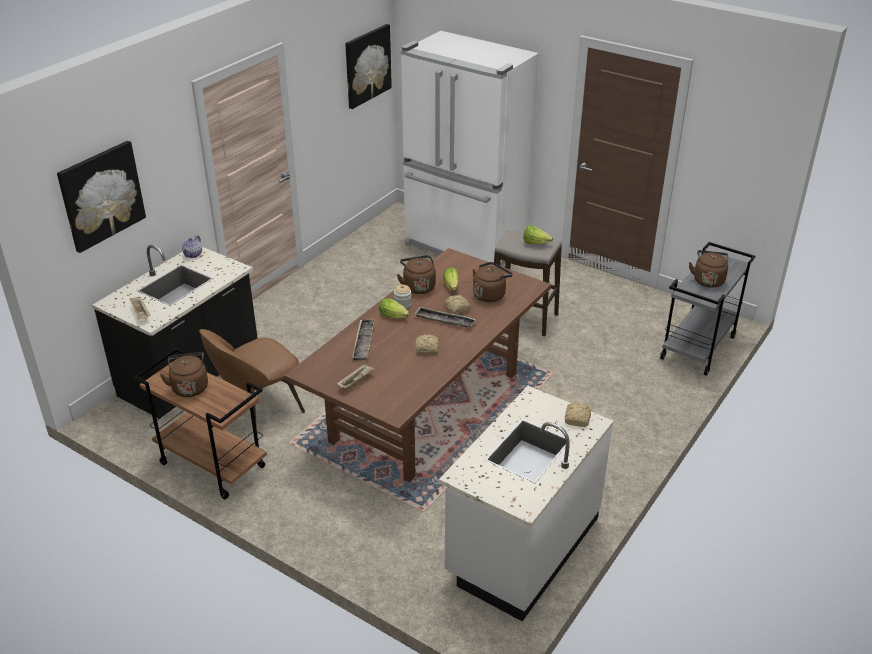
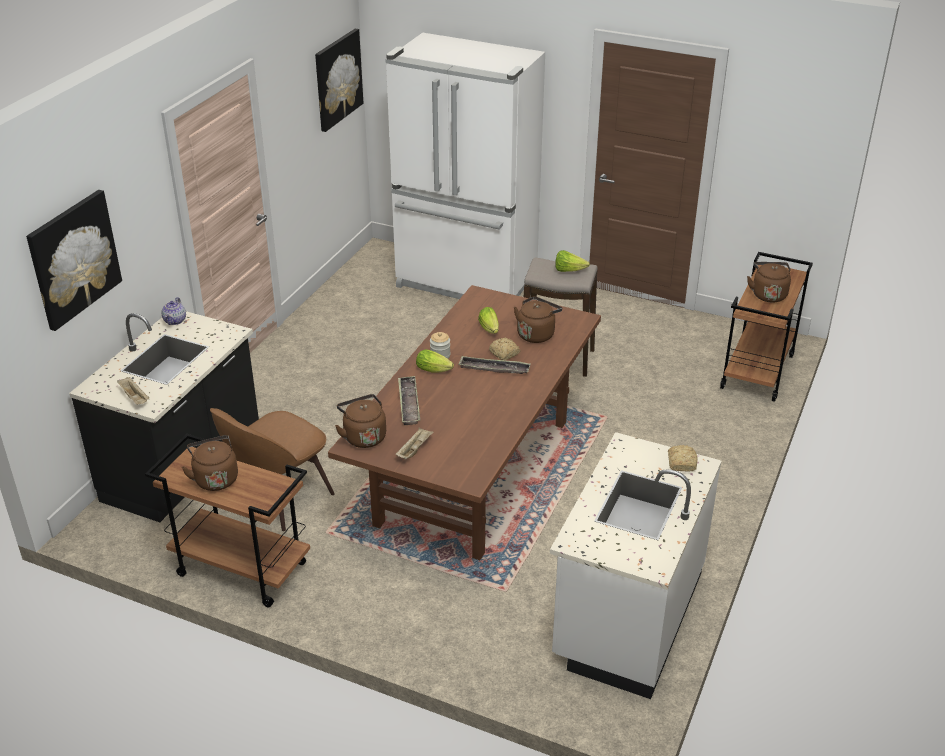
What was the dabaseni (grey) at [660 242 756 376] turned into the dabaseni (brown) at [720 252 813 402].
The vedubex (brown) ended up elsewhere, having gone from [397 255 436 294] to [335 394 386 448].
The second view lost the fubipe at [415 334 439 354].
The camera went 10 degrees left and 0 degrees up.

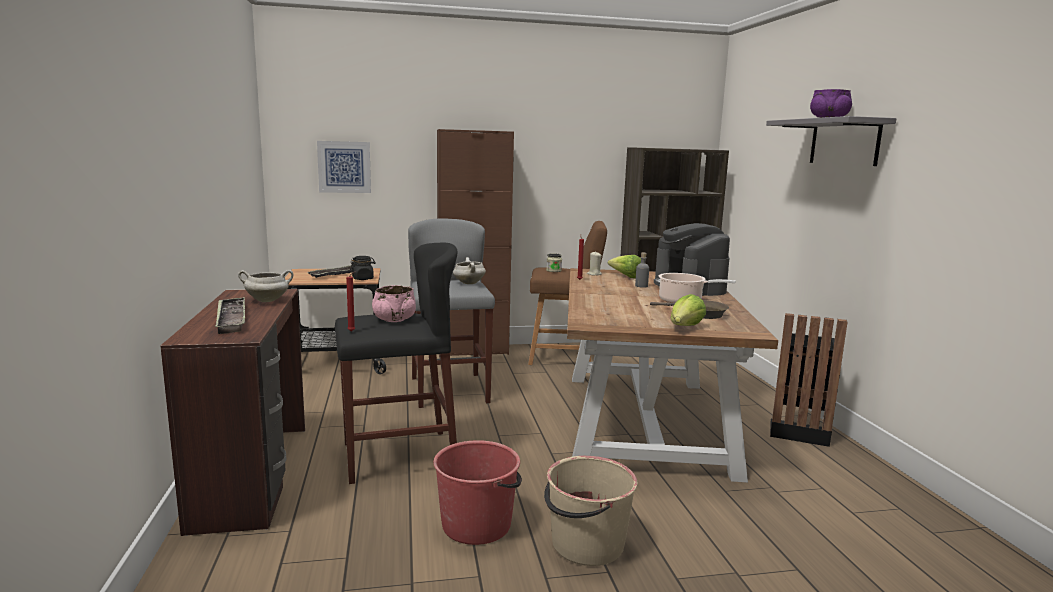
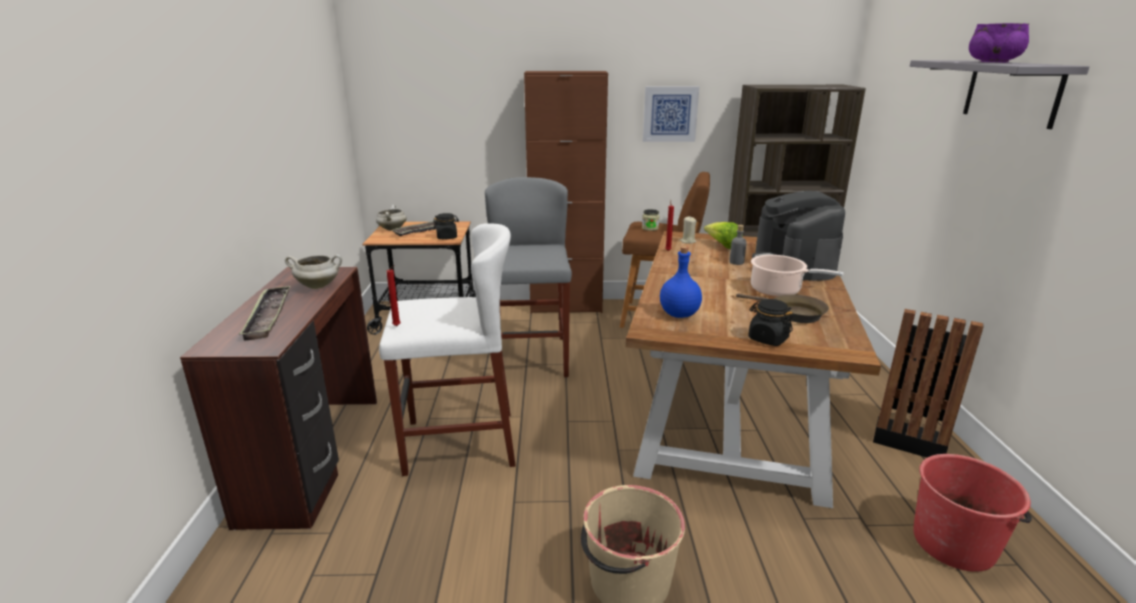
The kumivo ended up elsewhere, having gone from [317 141 371 193] to [643 86 699 142].
What was the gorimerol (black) at [335 242 458 484] turned into the gorimerol (white) at [379 223 516 476].
The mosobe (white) ended up elsewhere, having gone from [453 257 486 284] to [376 205 407 231].
The second view lost the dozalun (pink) at [372 285 416 322].
Where the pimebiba stood at [671 294 706 326], the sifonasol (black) came to stand at [748 299 793 346].
The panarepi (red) ended up elsewhere, having gone from [433 440 522 545] to [913 454 1032 572].
The second view gained the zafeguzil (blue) at [660 246 702 318].
The camera went 10 degrees right and 10 degrees up.

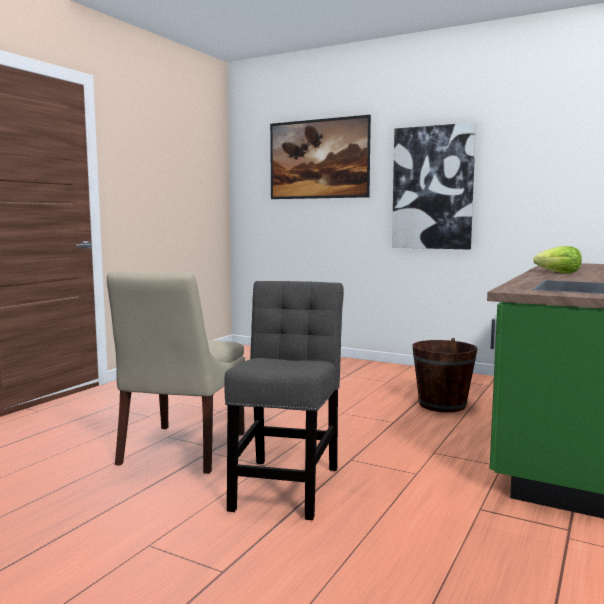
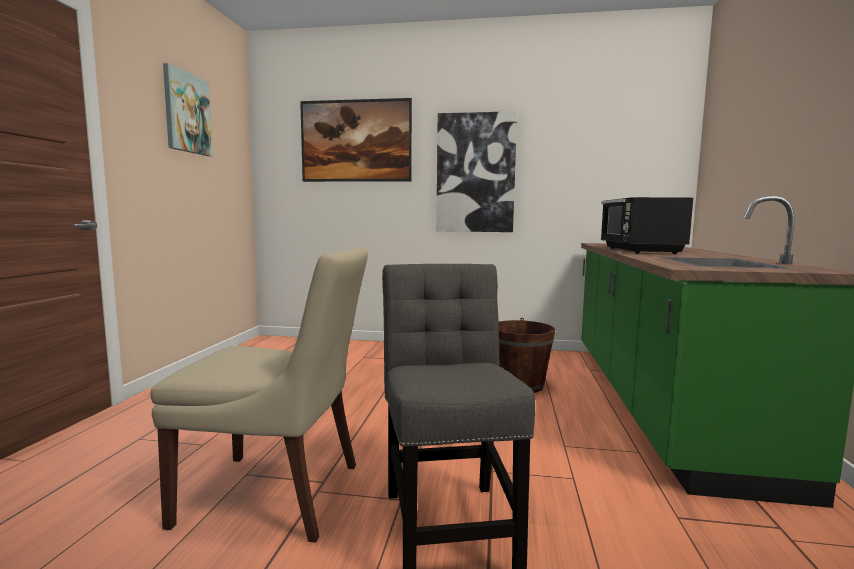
Where the pimebiba stood at [533 246 582 273], the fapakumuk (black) came to stand at [600 197 693 254].
The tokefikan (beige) at [107 271 245 474] ended up facing another way, 75 degrees counterclockwise from before.
The second view gained the kumivo at [163 63 213 156].
The camera went 20 degrees left and 0 degrees up.

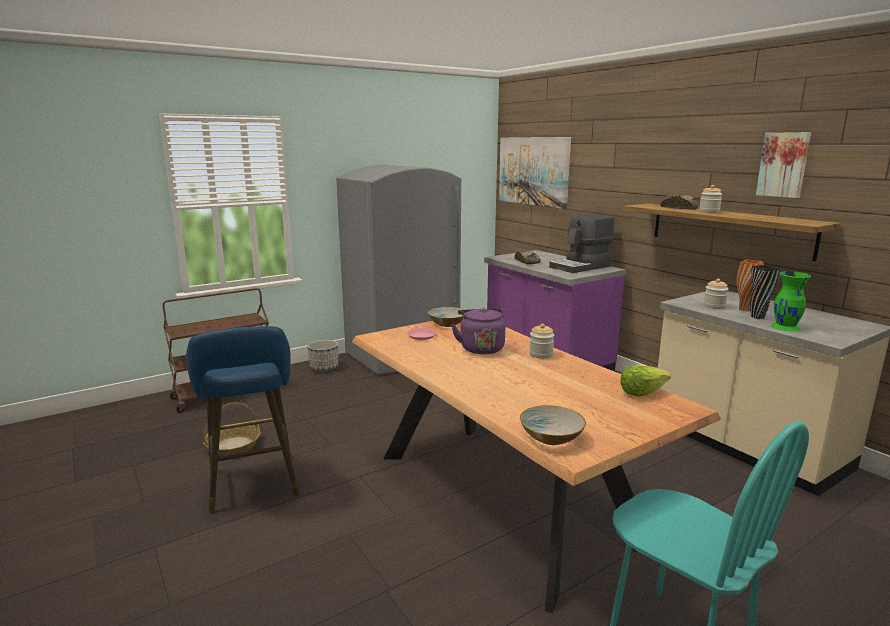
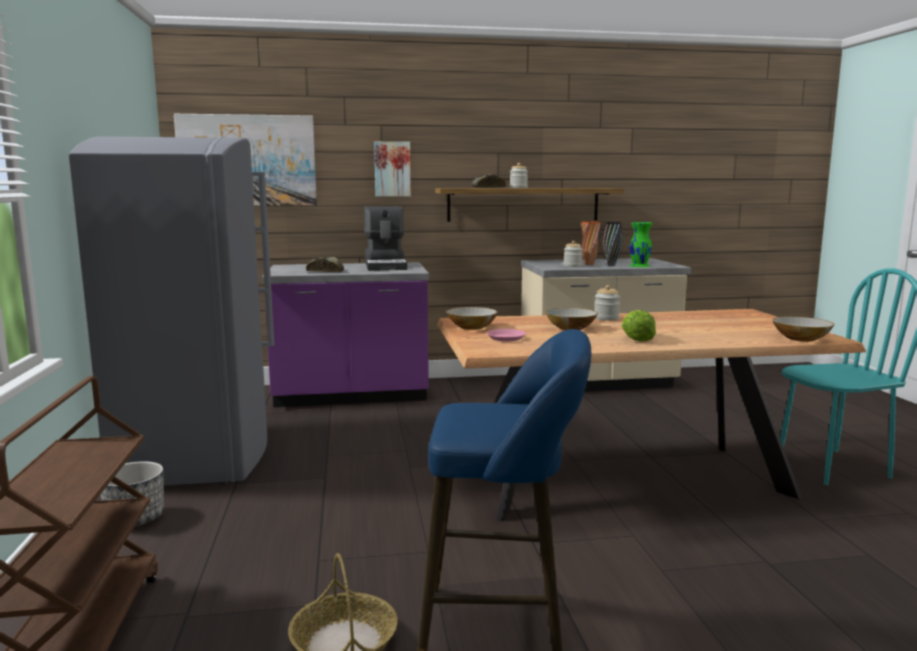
The kumivo ended up elsewhere, having gone from [756 132 811 198] to [374 142 411 197].
Where the vedubex (purple) stood at [452 308 506 354], the dozalun came to stand at [545 308 598 330].
The pimebiba ended up elsewhere, having gone from [620 365 671 397] to [622 310 656 342].
The camera went 65 degrees left and 5 degrees down.

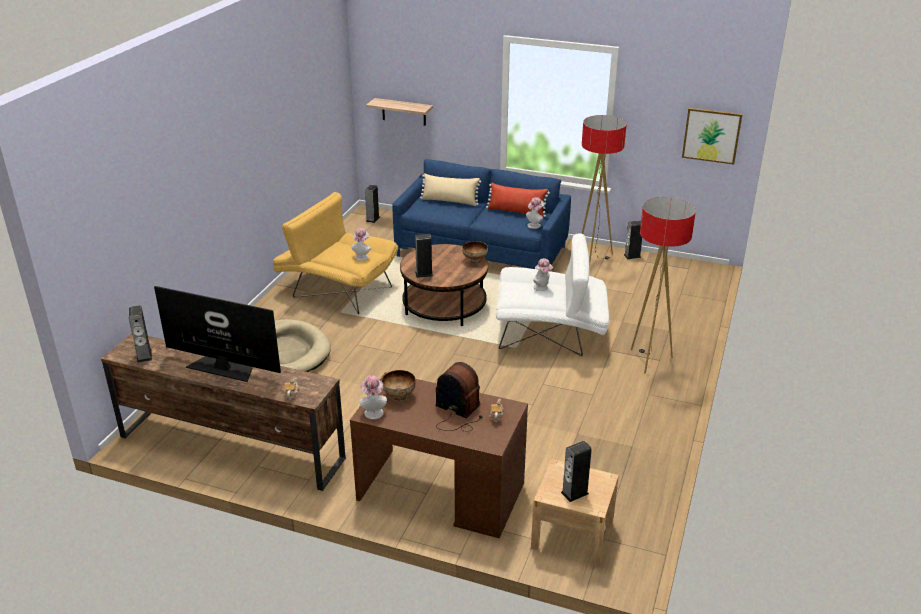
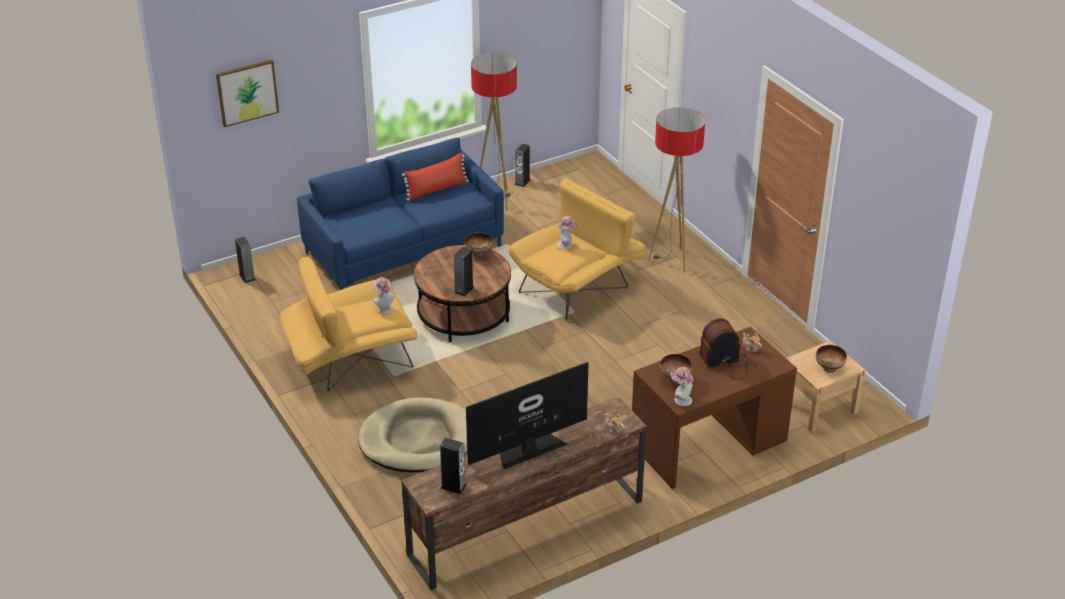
The second view lost the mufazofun at [366 98 433 126].
The kumivo ended up elsewhere, having gone from [682 108 743 164] to [216 60 279 127].
The second view lost the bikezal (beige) at [420 173 481 206].
The second view lost the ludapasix at [526 197 544 229].
What was the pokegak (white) at [496 233 609 356] turned into the pokegak (yellow) at [508 178 645 321].
Where the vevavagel stood at [561 441 592 502], the dozalun came to stand at [816 345 847 373].
The camera went 50 degrees left and 5 degrees up.

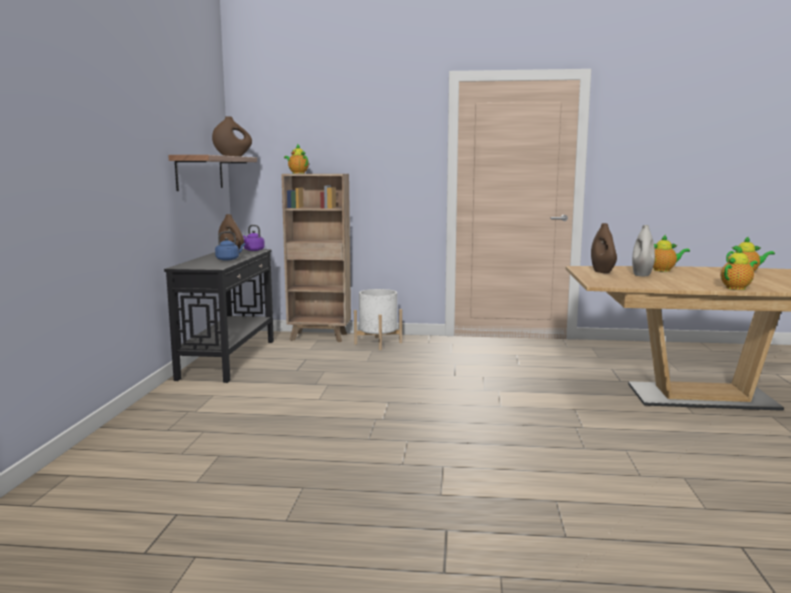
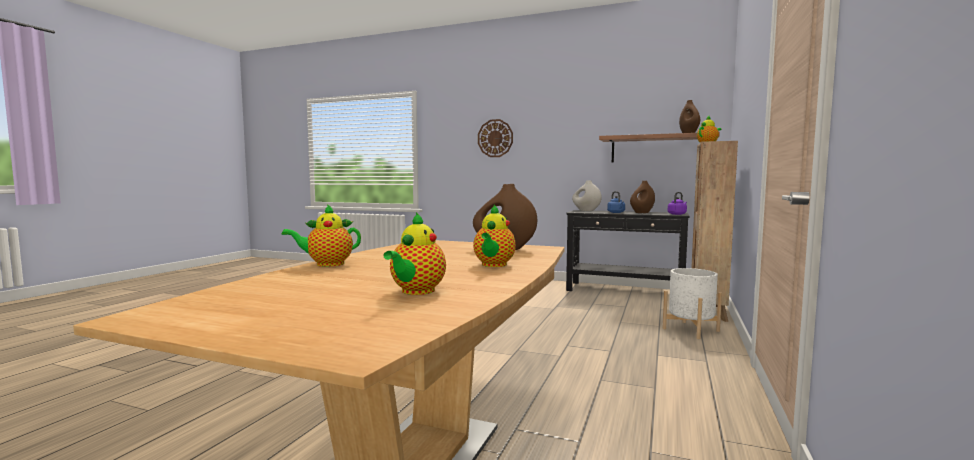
The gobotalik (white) ended up elsewhere, having gone from [632 225 655 276] to [572 180 602 211].
The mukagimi at [720 246 758 290] ended up facing another way, 90 degrees clockwise from before.
The second view gained the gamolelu at [478 119 513 157].
The camera went 105 degrees right and 5 degrees down.

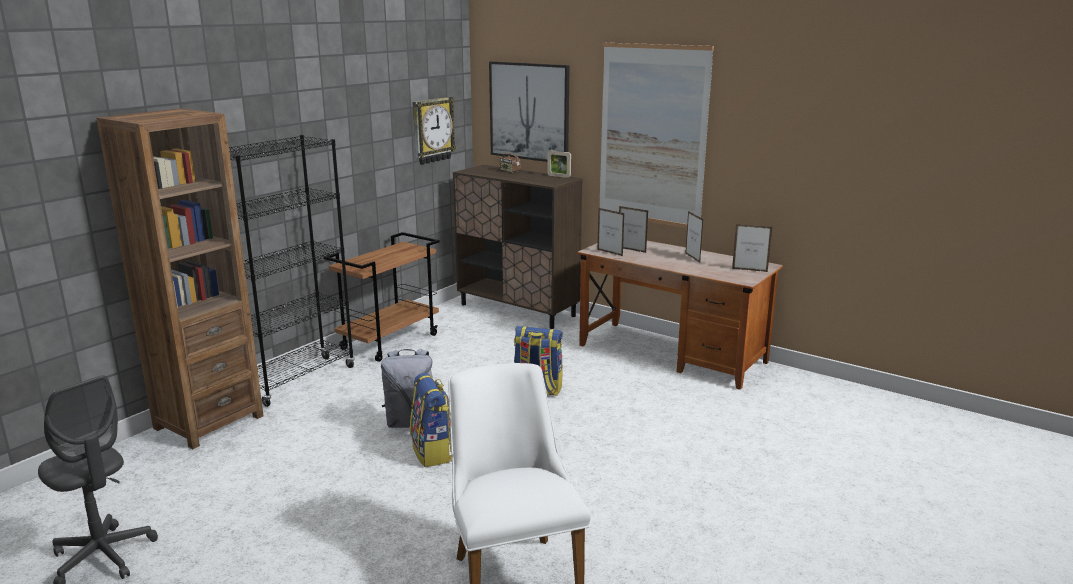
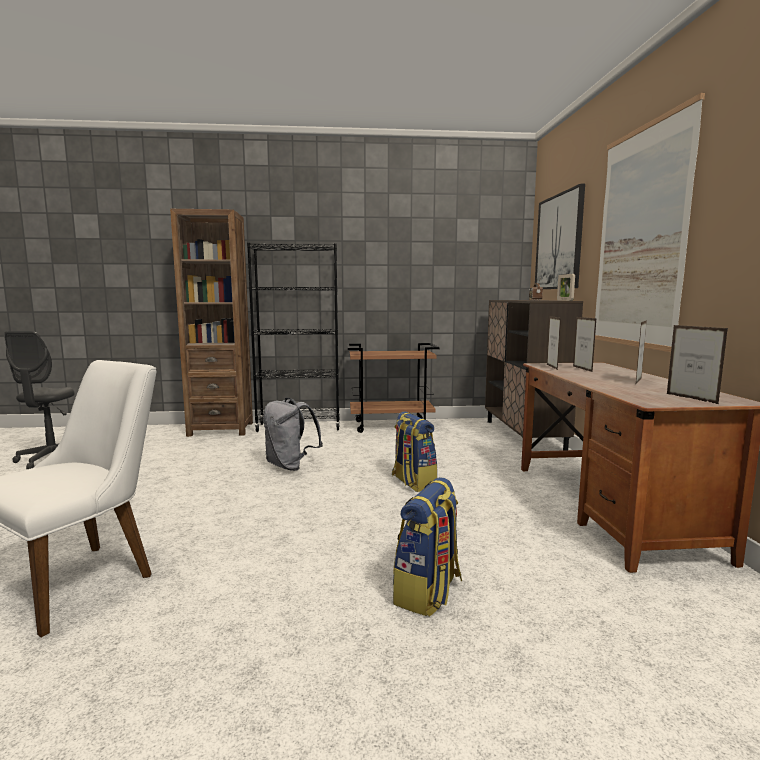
The second view lost the gamolelu at [412 97 456 165].
The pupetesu ended up elsewhere, having gone from [410 373 452 467] to [393 477 462 617].
The camera went 50 degrees right and 10 degrees down.

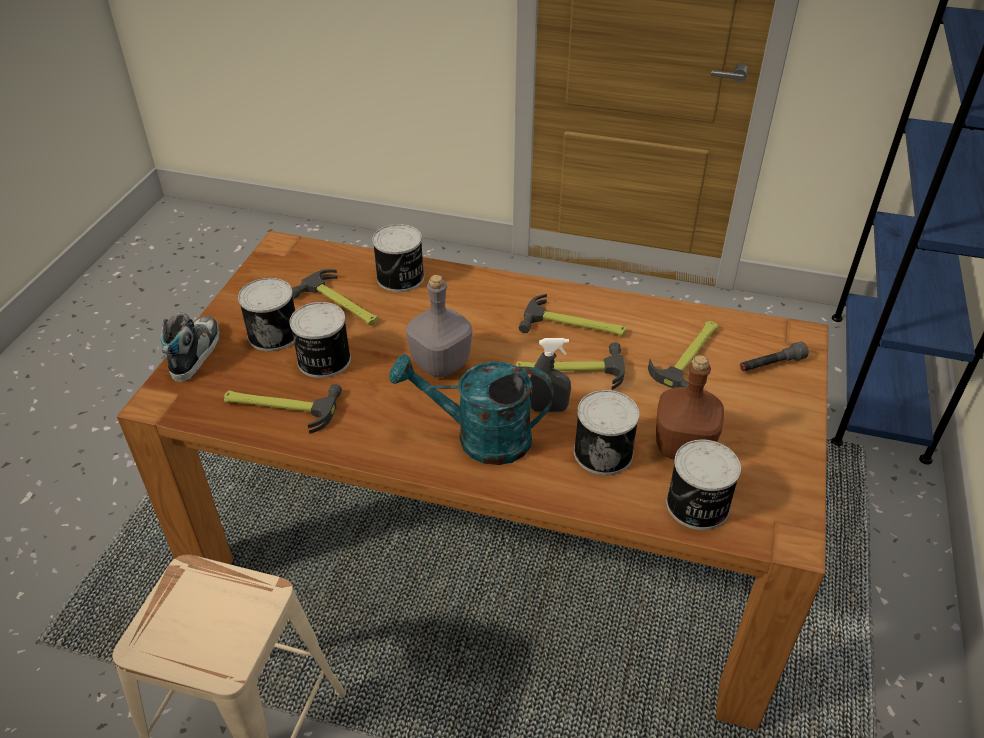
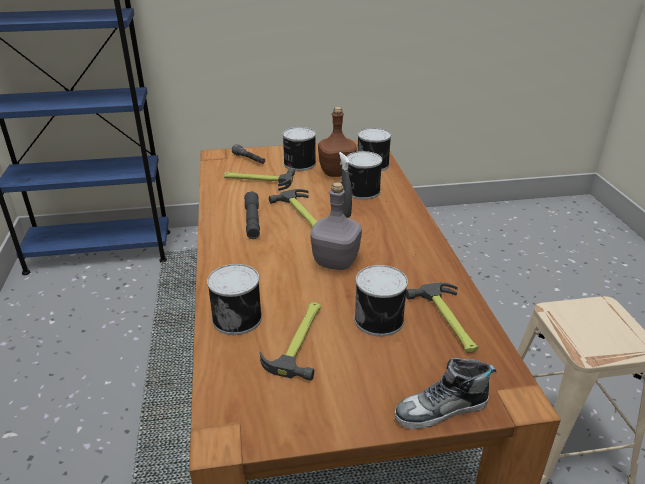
The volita ended up elsewhere, having gone from [238 278 295 351] to [283 127 316 171].
Where the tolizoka stood at [519 294 626 336], the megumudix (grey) came to stand at [244 191 260 239].
The second view lost the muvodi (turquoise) at [389 354 553 465].
The camera went 115 degrees left and 10 degrees down.

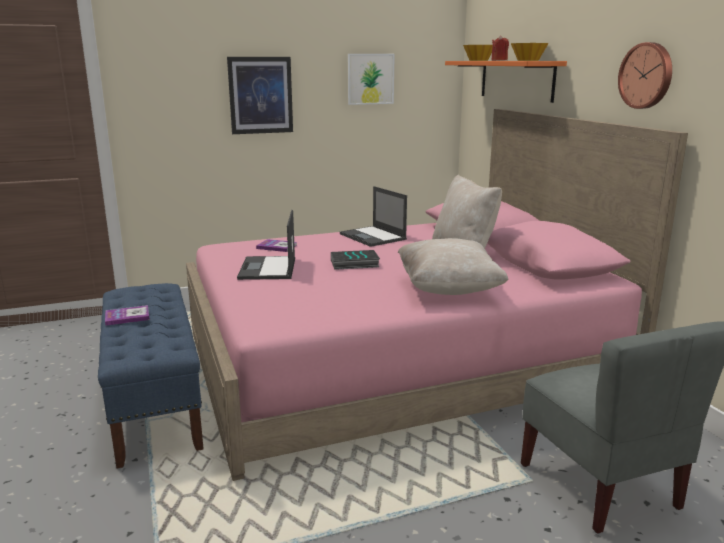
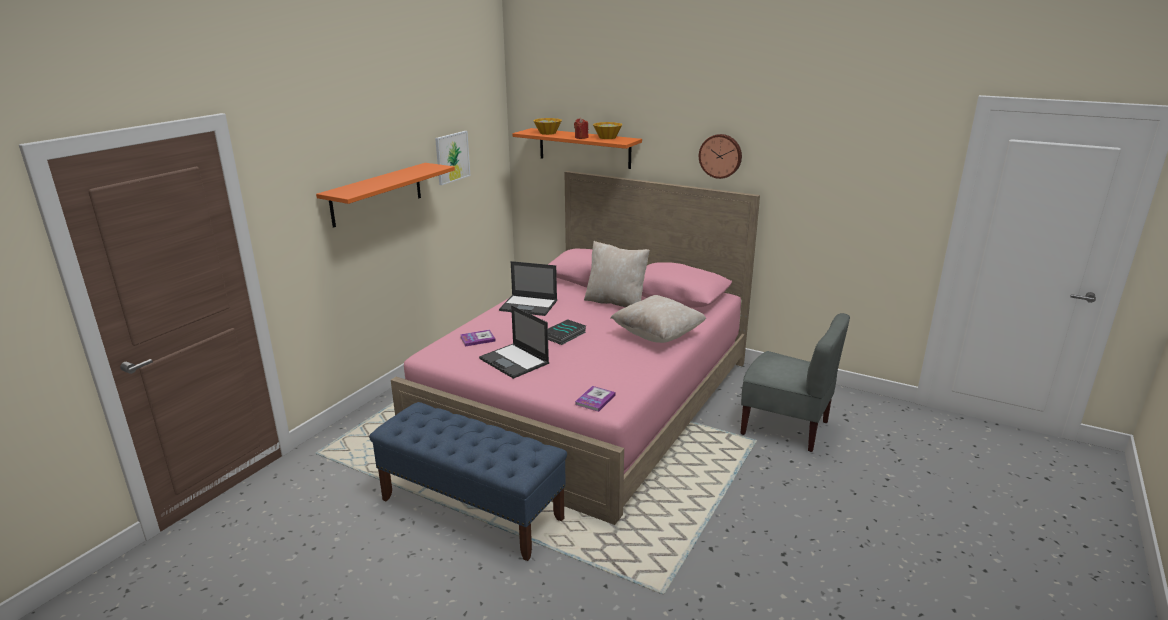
Where the kumivo hung at [227 57 293 134], the mufazofun (orange) came to hang at [316 163 455 228].
The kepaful ended up elsewhere, having gone from [105 305 150 326] to [575 386 616 412].
The camera went 40 degrees left and 5 degrees up.

